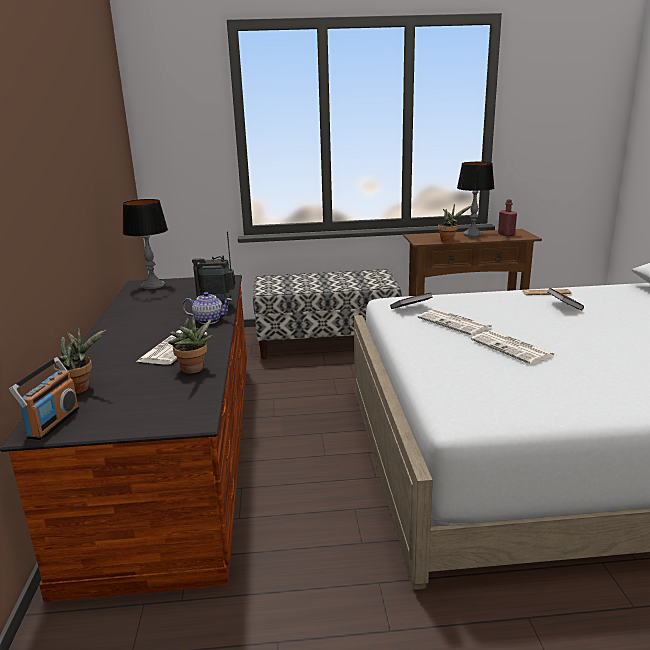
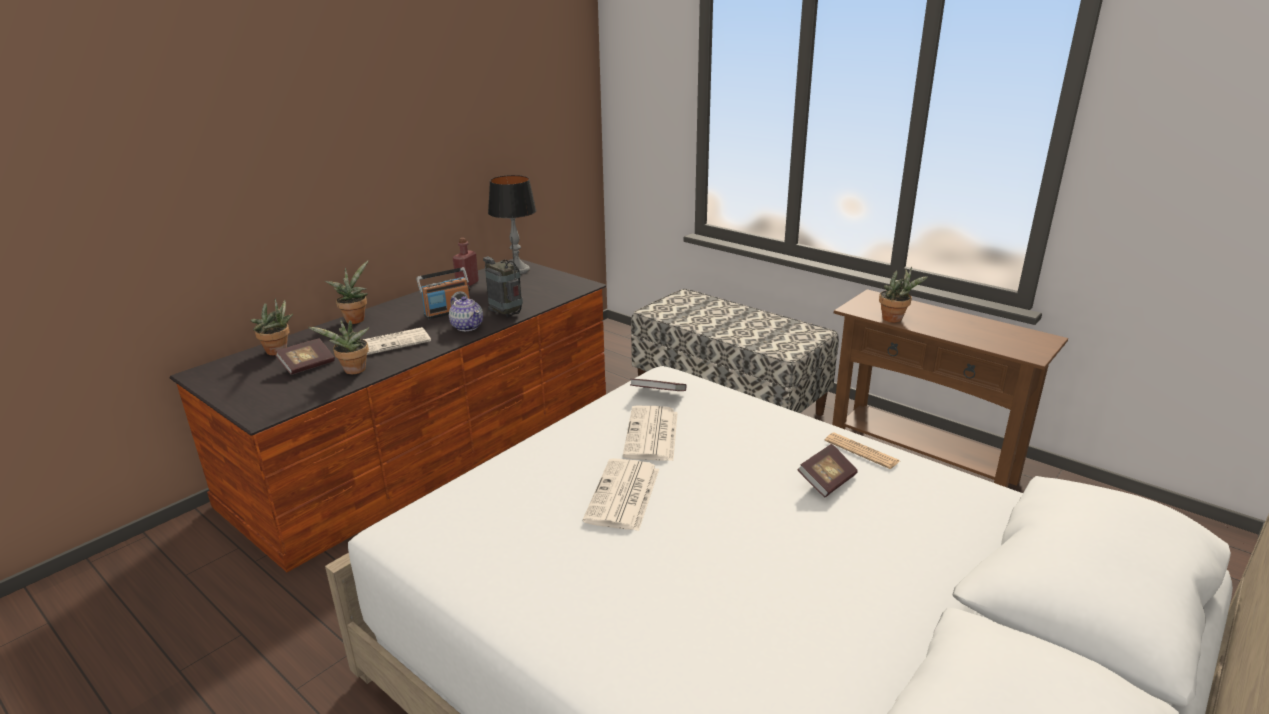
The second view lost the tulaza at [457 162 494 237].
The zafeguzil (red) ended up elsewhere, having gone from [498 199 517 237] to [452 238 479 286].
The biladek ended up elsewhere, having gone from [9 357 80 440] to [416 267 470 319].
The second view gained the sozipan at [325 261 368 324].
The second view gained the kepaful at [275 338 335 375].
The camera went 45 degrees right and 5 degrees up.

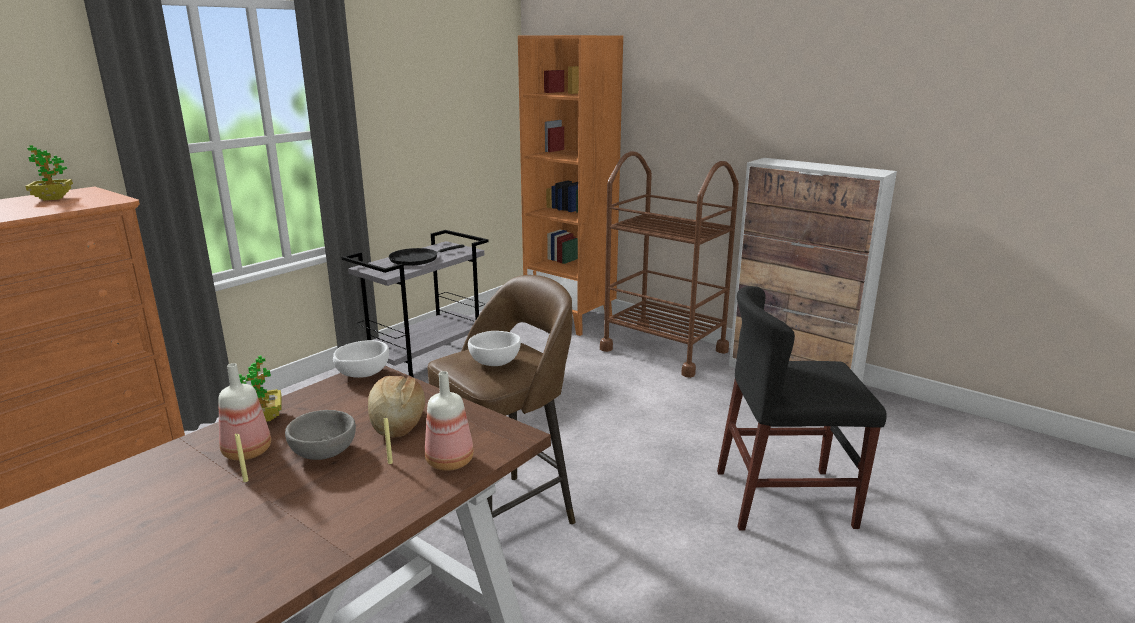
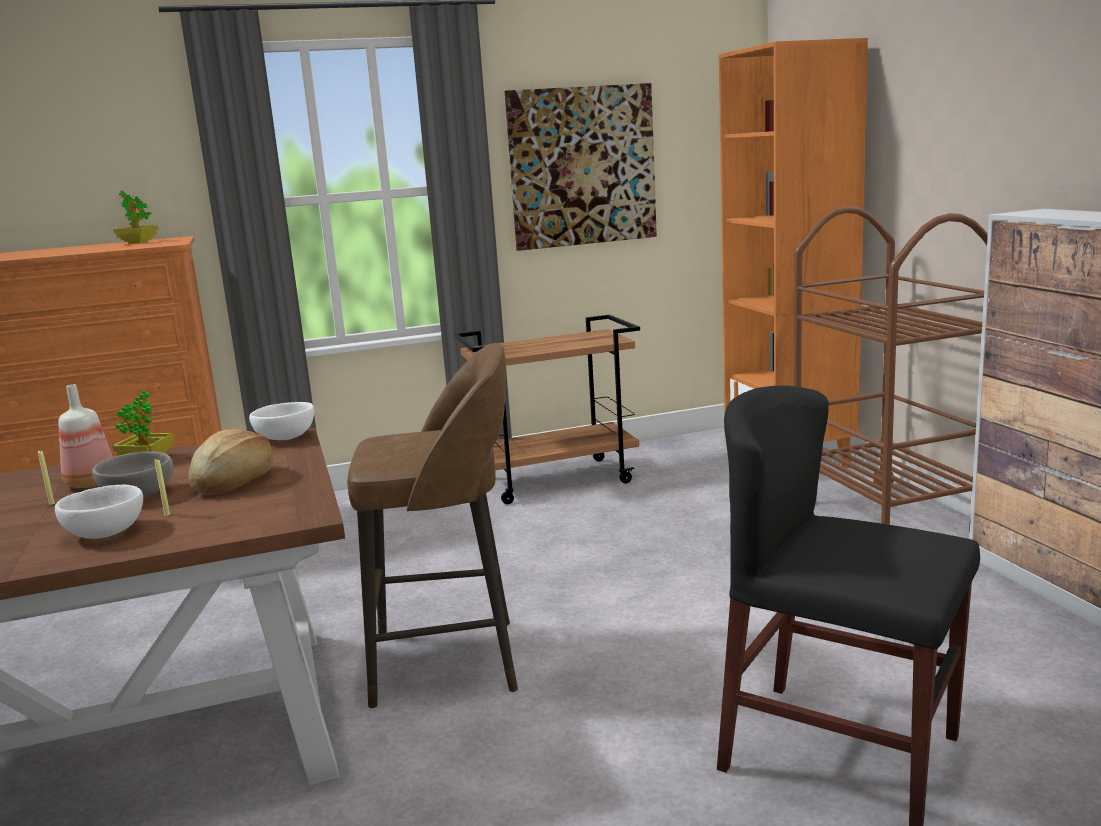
What was the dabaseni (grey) at [342 230 489 377] turned into the dabaseni (brown) at [454 315 640 504].
The second view lost the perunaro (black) at [389 244 464 266].
The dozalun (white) ended up elsewhere, having gone from [468 331 521 366] to [55 485 143 539].
The second view lost the zafeguzil at [425 371 474 471].
The second view gained the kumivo at [505 83 657 251].
The camera went 35 degrees right and 5 degrees down.

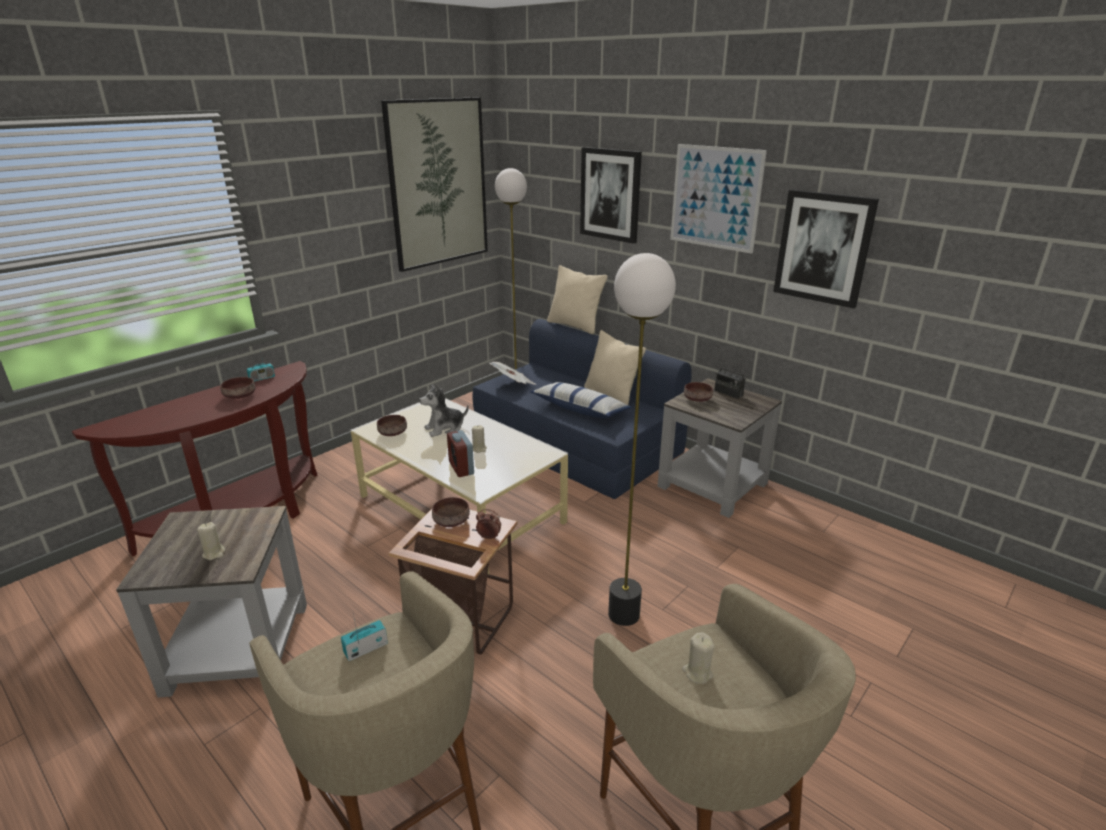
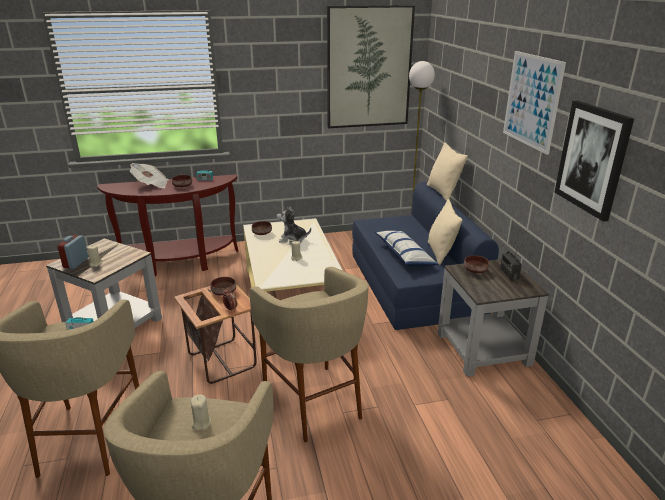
The second view lost the kumivo at [580 147 642 244].
Where the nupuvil stood at [608 253 676 626], the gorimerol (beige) came to stand at [249 267 369 442].
The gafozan ended up elsewhere, having gone from [489 362 536 385] to [129 163 169 188].
The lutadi ended up elsewhere, having gone from [447 430 474 477] to [58 235 88 269].
The camera went 35 degrees right and 0 degrees up.

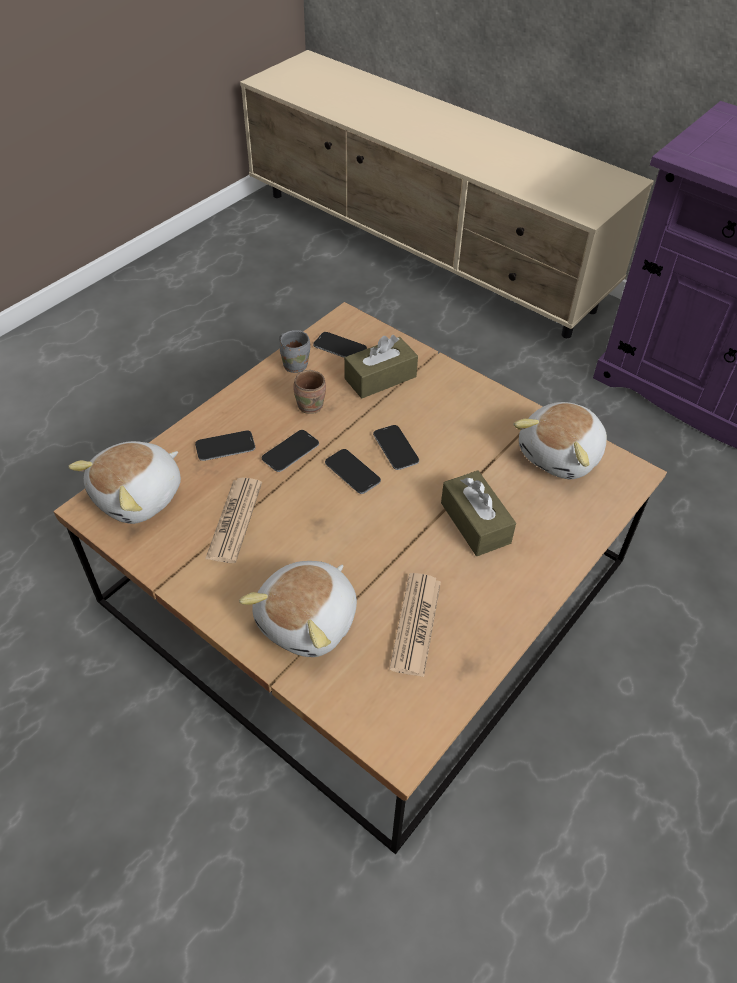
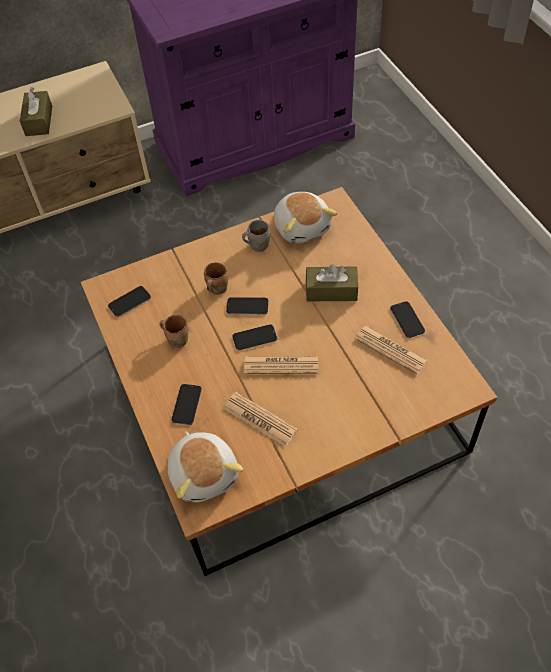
The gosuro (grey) ended up elsewhere, having gone from [279 330 310 373] to [242 220 270 252].
The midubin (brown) ended up elsewhere, having gone from [344 335 418 399] to [20 87 52 136].
The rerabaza ended up elsewhere, having gone from [262 430 319 472] to [390 301 425 338].
The second view lost the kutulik at [239 561 357 657].
The second view gained the gosuro (brown) at [204 262 228 295].
The second view gained the gafozan at [244 356 318 374].
The camera went 60 degrees left and 5 degrees up.

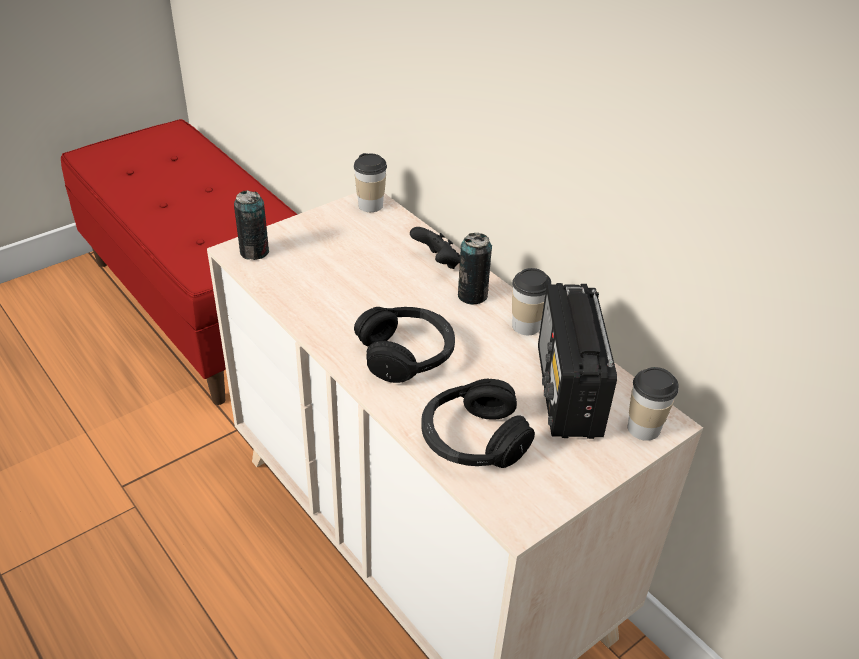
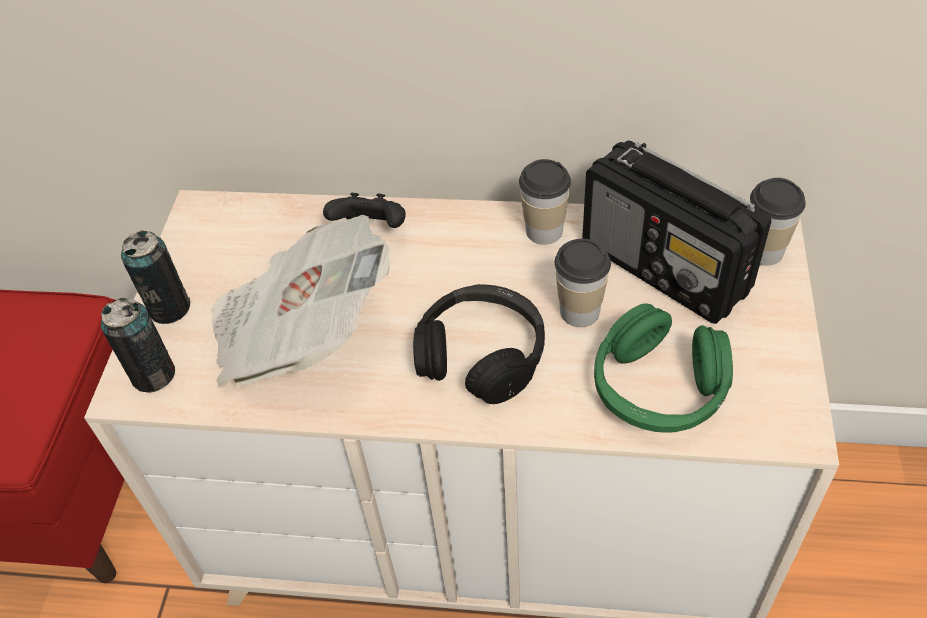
The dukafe ended up elsewhere, having gone from [354 153 387 212] to [555 239 611 327].
The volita ended up elsewhere, having gone from [458 233 492 305] to [121 231 190 324].
What was the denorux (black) at [421 379 535 468] turned into the denorux (green) at [594 303 733 433].
The second view gained the gafozan at [211 215 390 387].
The camera went 40 degrees left and 10 degrees up.

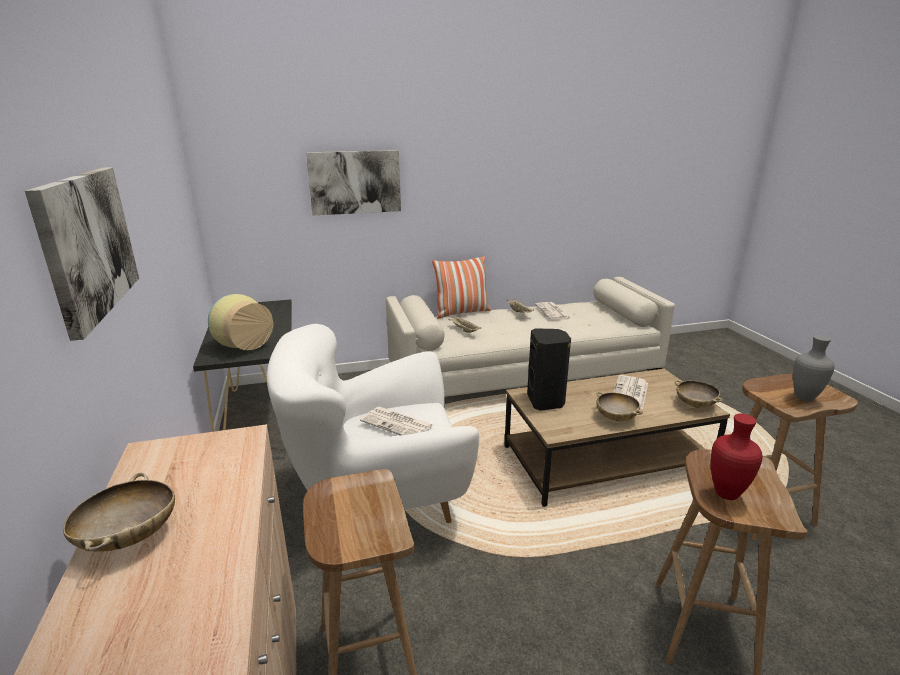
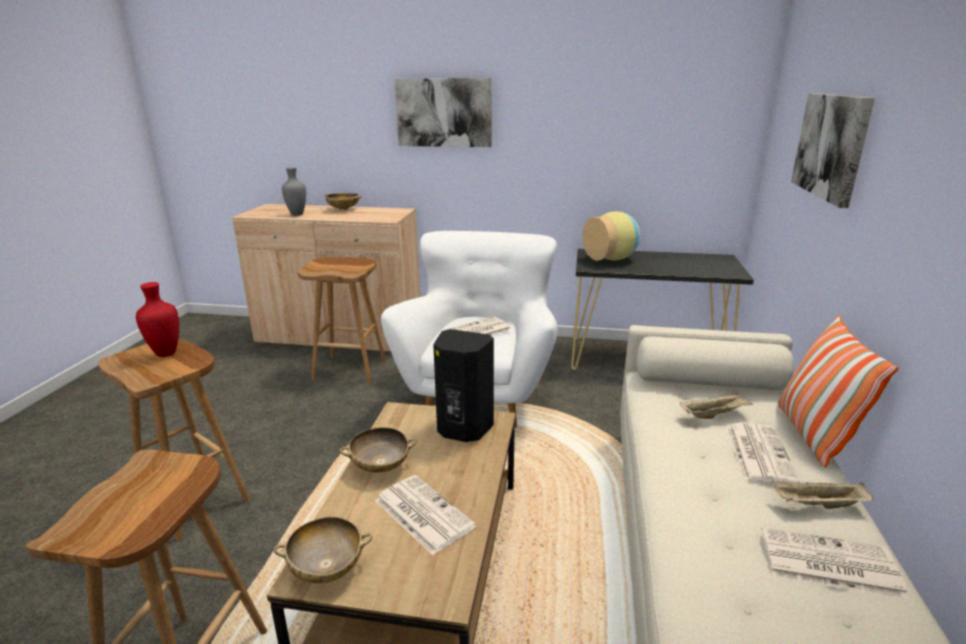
The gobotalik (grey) ended up elsewhere, having gone from [793 335 835 402] to [282 167 306 216].
The second view gained the gafozan at [727 423 800 483].
The camera went 115 degrees right and 0 degrees up.

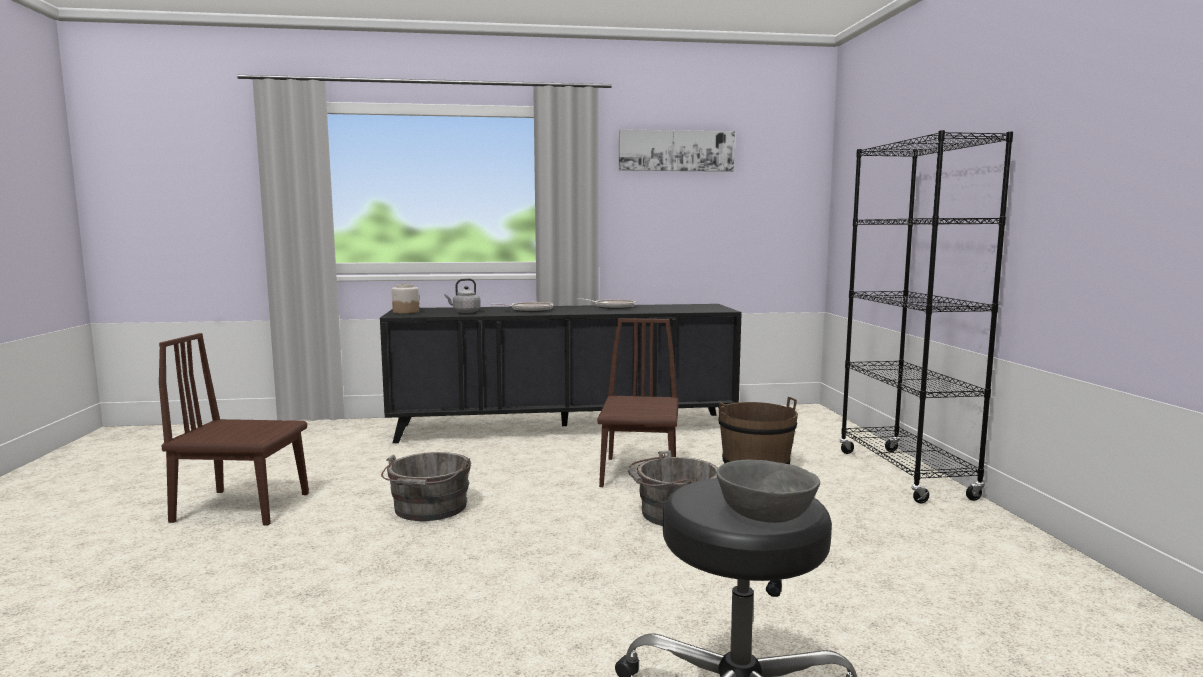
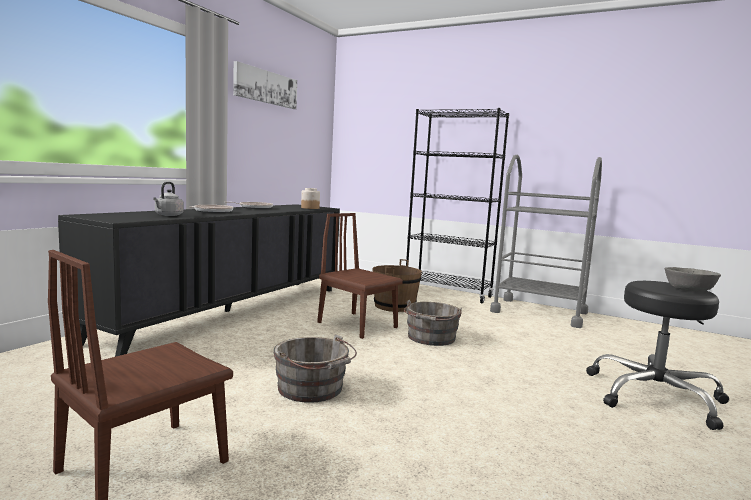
The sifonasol ended up elsewhere, having gone from [392 283 419 314] to [301 188 320 209].
The second view gained the dabaseni (grey) at [490 155 602 328].
The camera went 55 degrees left and 0 degrees up.

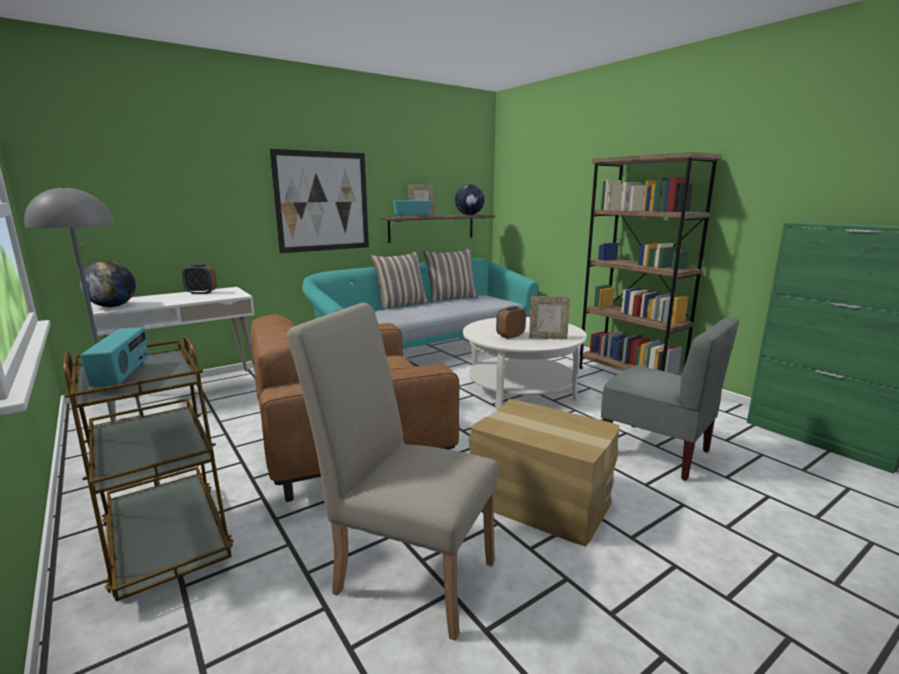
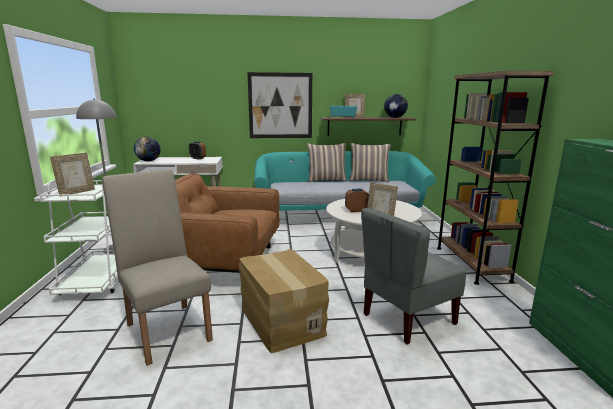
The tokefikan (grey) at [601 318 739 481] ended up facing another way, 75 degrees clockwise from before.
Where the biladek stood at [80 327 148 390], the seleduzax came to stand at [50 153 95 194].
What was the dabaseni (brown) at [63 335 233 601] turned into the dabaseni (white) at [39 180 118 295].
The camera went 30 degrees right and 0 degrees up.

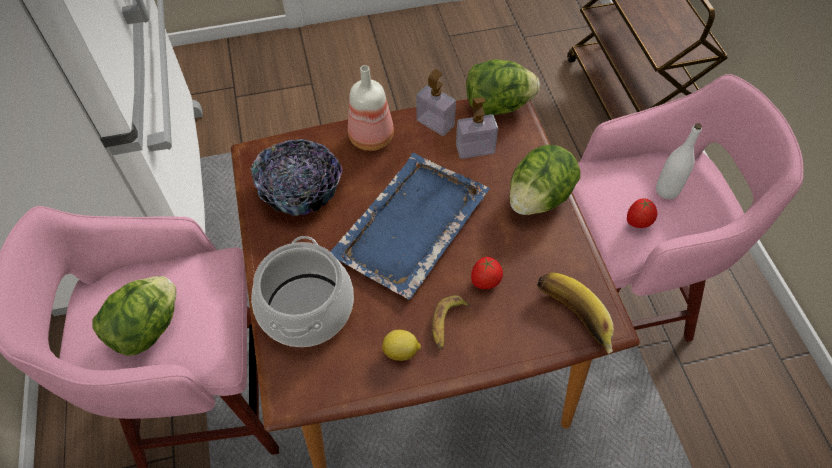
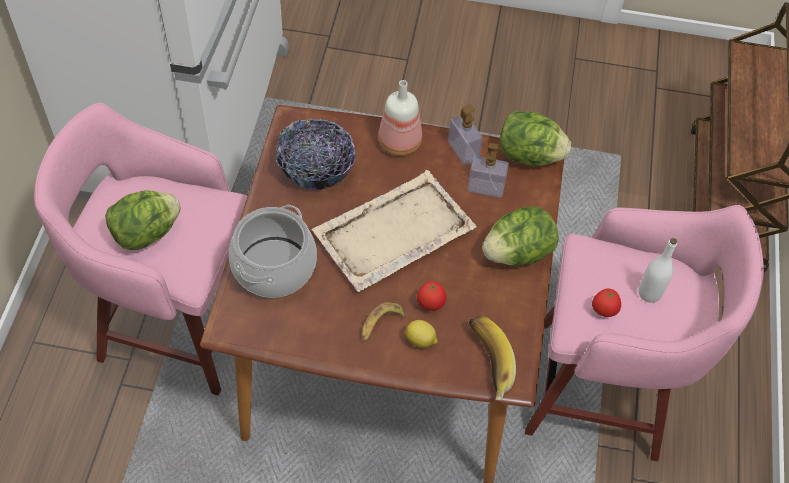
What was the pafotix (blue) at [330 153 490 299] turned into the pafotix (beige) at [312 170 477 292].
The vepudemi ended up elsewhere, having gone from [382 330 421 361] to [405 320 437 348].
The camera went 20 degrees right and 0 degrees up.

